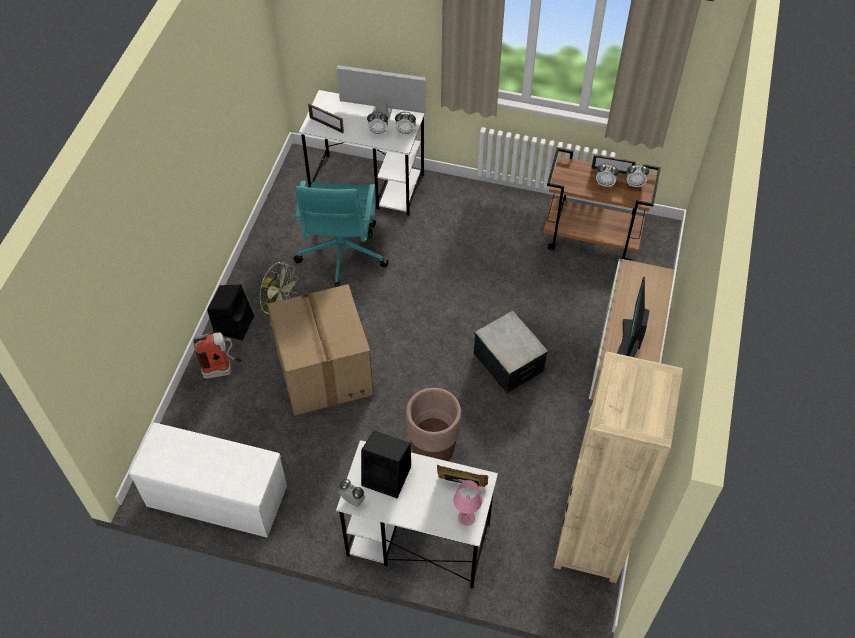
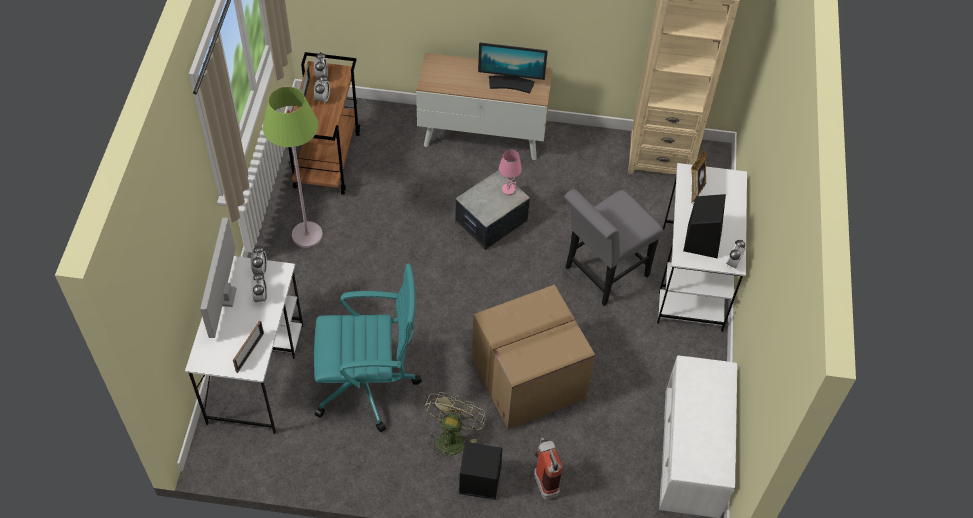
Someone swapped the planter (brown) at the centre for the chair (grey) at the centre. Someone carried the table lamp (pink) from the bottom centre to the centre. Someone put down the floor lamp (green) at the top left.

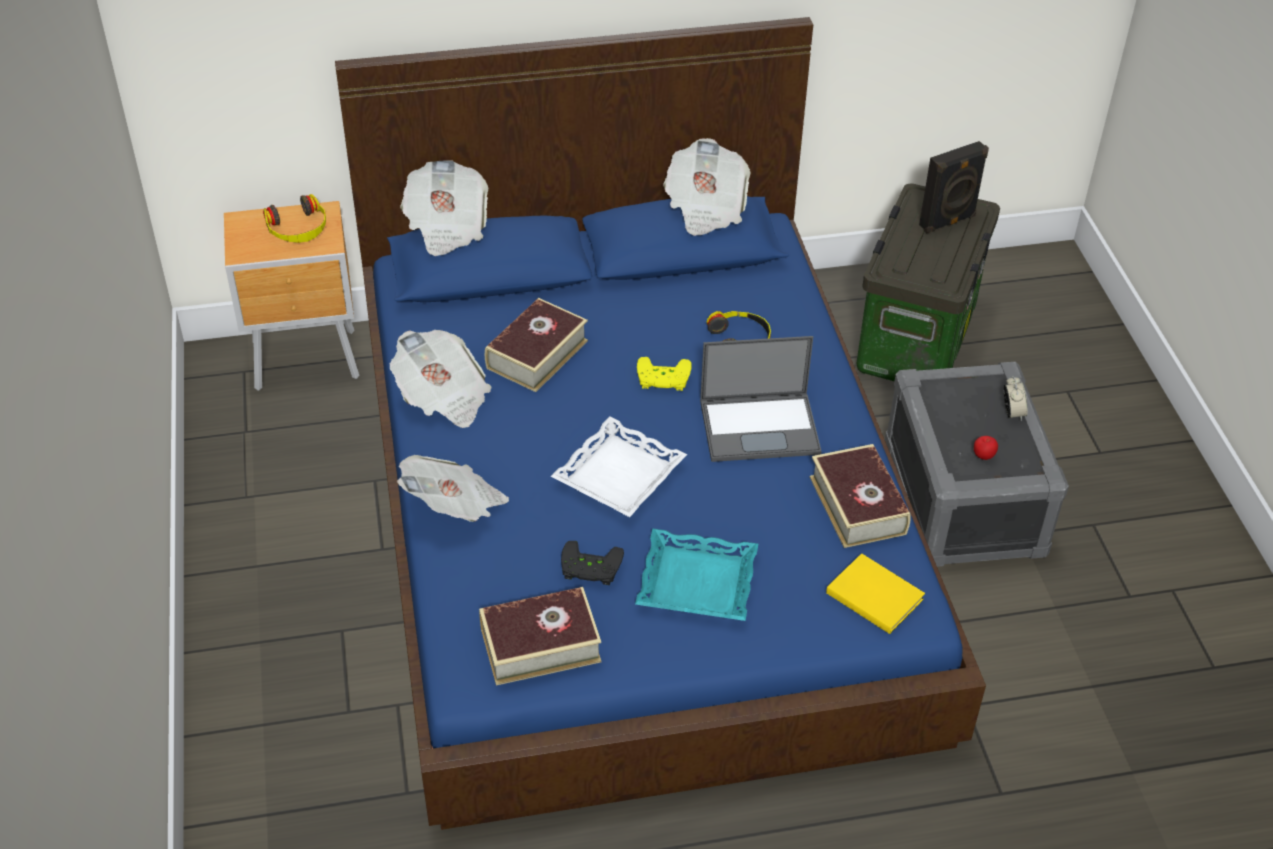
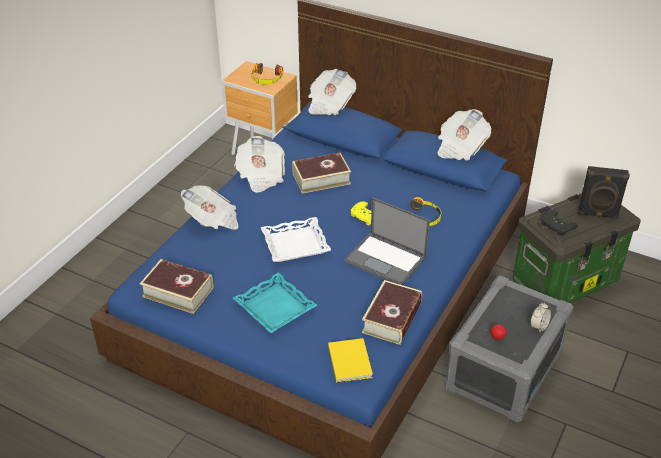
Someone carried the game controller (black) from the centre to the middle right.

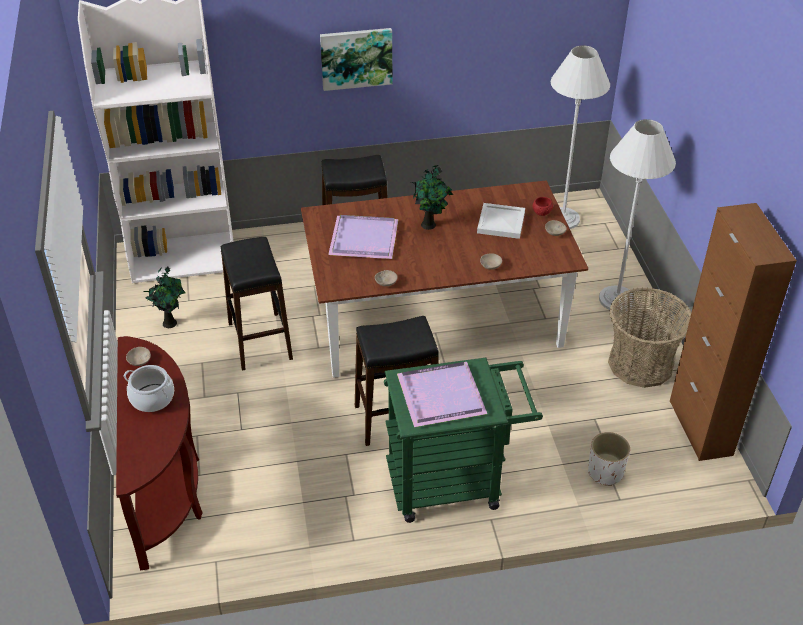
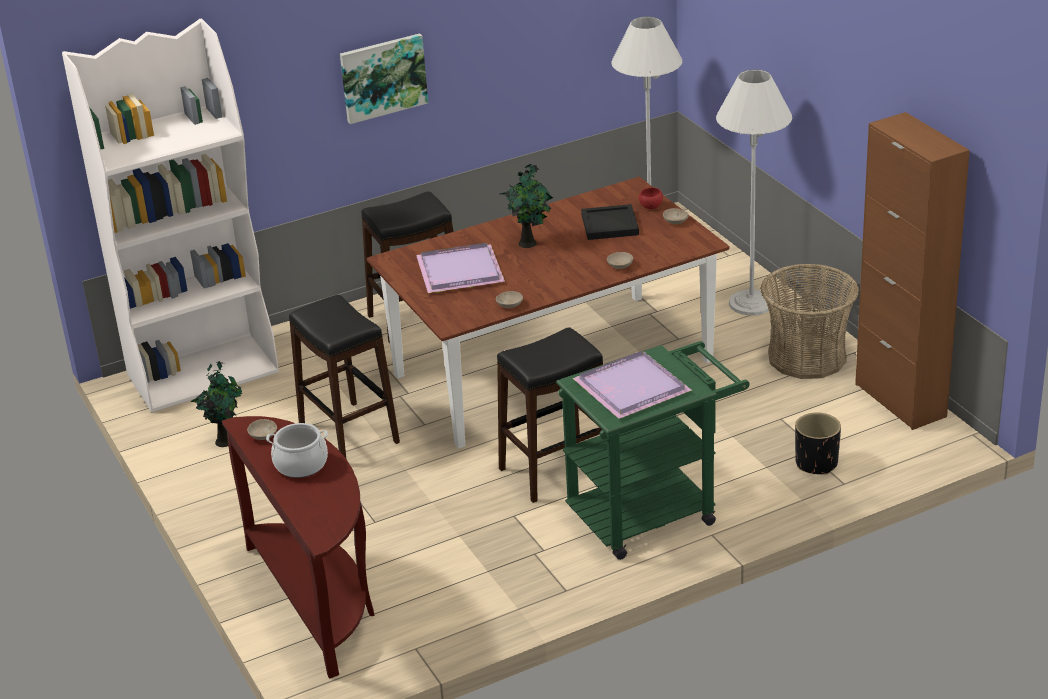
Someone repainted the tray (white) at the centre, which became the tray (black) at the top centre. Someone repainted the planter (white) at the bottom right, which became the planter (black) at the middle right.

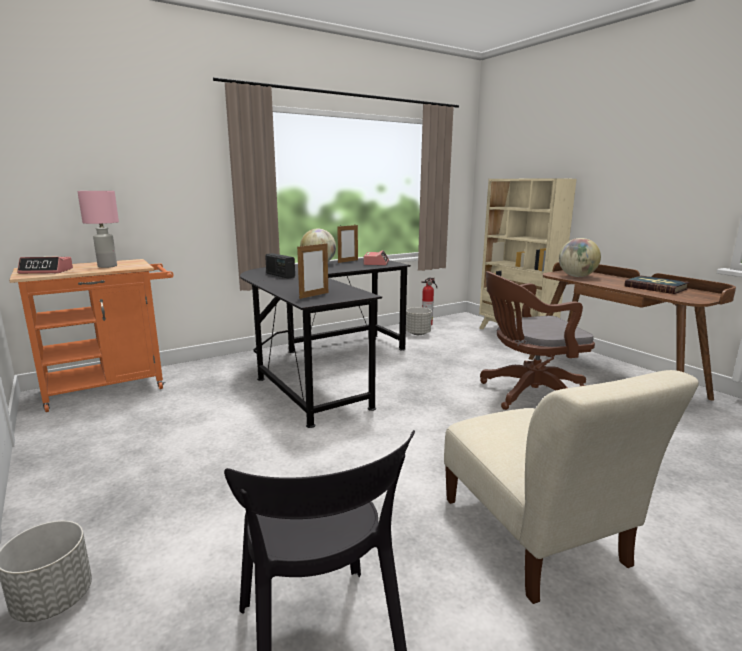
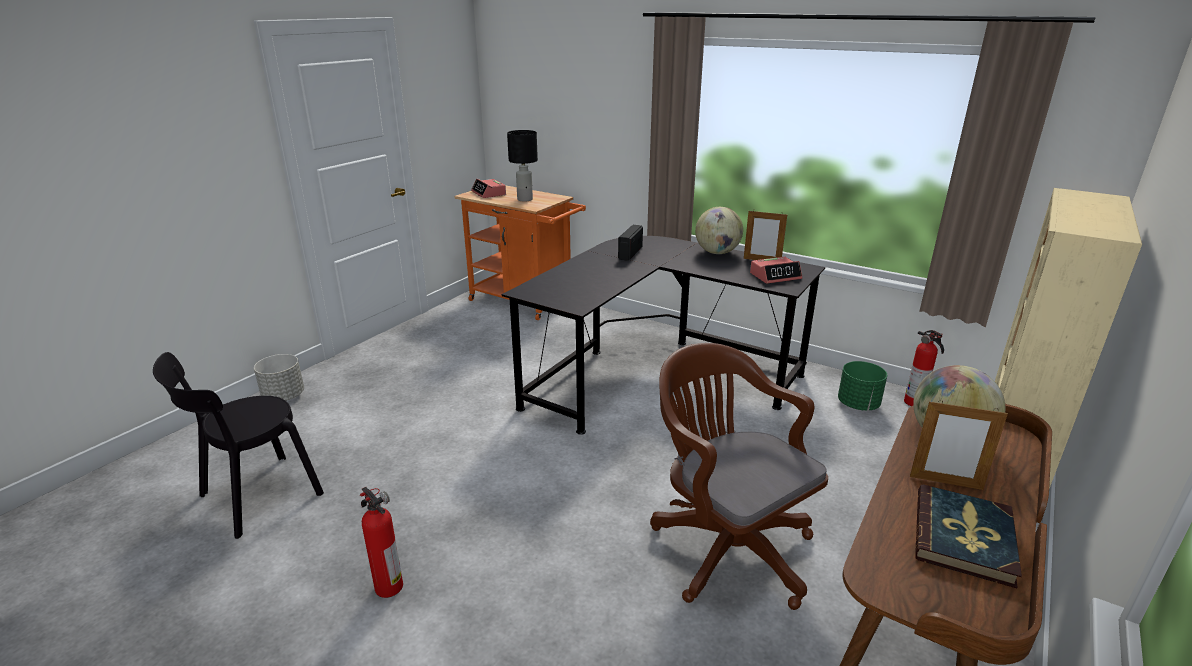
Someone repainted the table lamp (pink) at the middle left, which became the table lamp (black) at the top centre. Someone carried the picture frame (no. 1 from left in the first image) from the centre to the bottom right. Someone repainted the planter (grey) (no. 2 from left) at the centre, which became the planter (green) at the middle right. Someone swapped the chair (beige) at the bottom right for the fire extinguisher (no. 1 from left) at the bottom left.

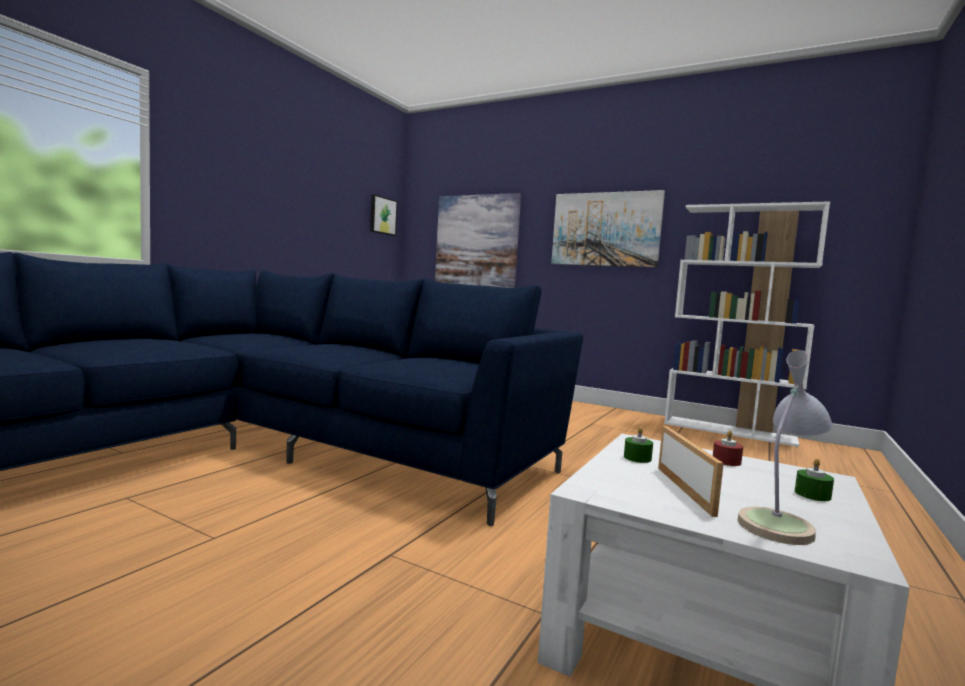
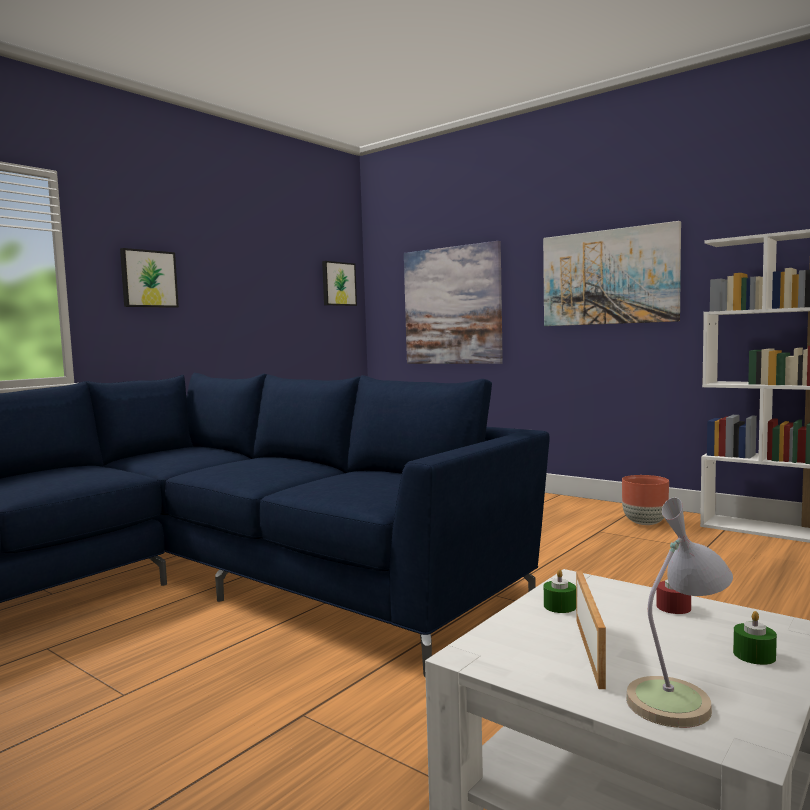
Someone put up the picture (no. 1 from left) at the middle left. Someone put down the planter (brown) at the middle right.

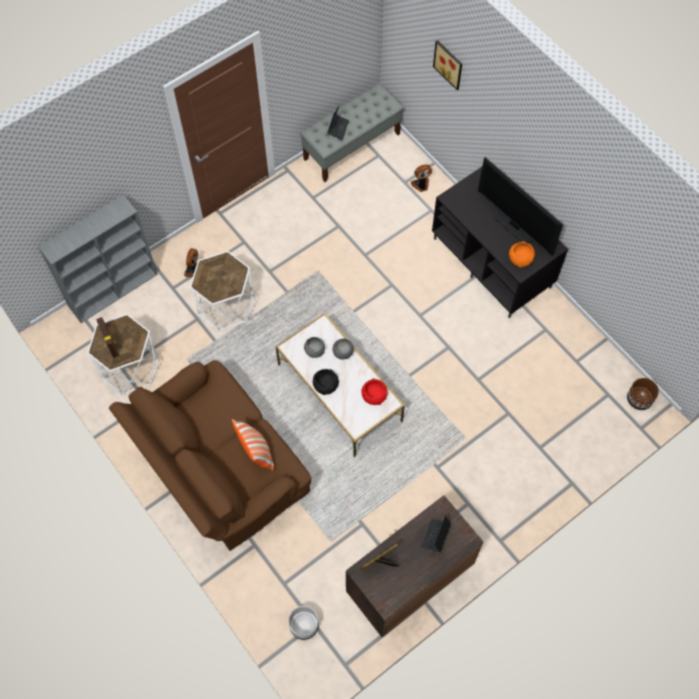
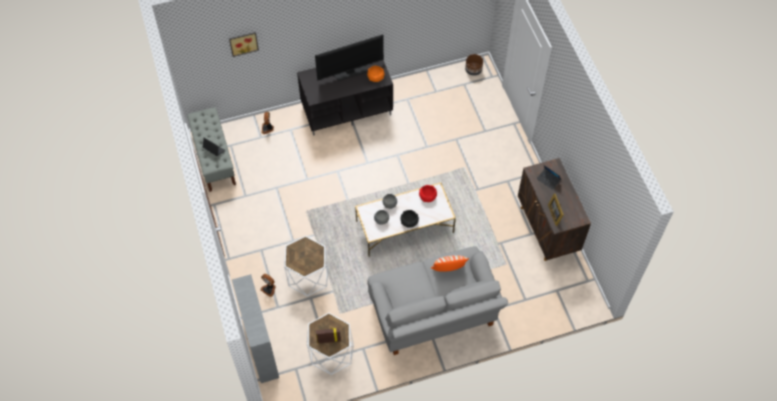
Someone repainted the sofa (brown) at the middle left, which became the sofa (grey) at the bottom centre. Someone took away the planter (grey) at the bottom centre.

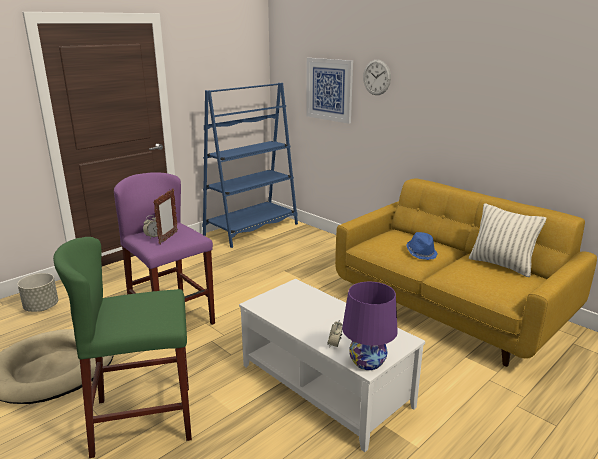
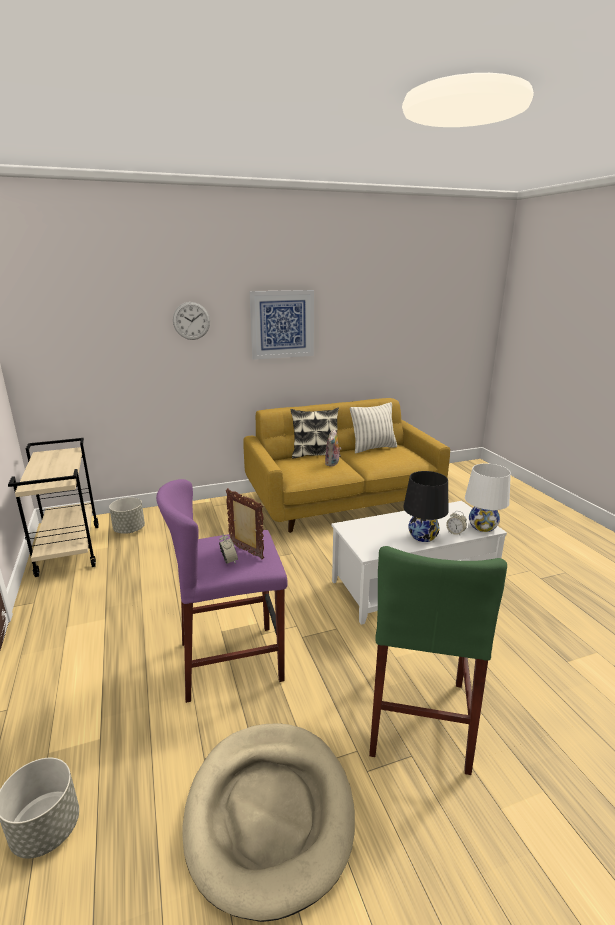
Someone carried the picture from the top centre to the centre. Someone swapped the bookcase (blue) at the centre for the cart (beige) at the middle left. Someone swapped the hat (blue) at the middle right for the plush toy at the centre. Someone repainted the table lamp (purple) at the bottom centre, which became the table lamp (white) at the middle right. Someone put down the pillow (no. 1 from left) at the centre. Someone put down the table lamp (black) at the middle right. Someone put down the planter (grey) (no. 2 from left) at the middle left.

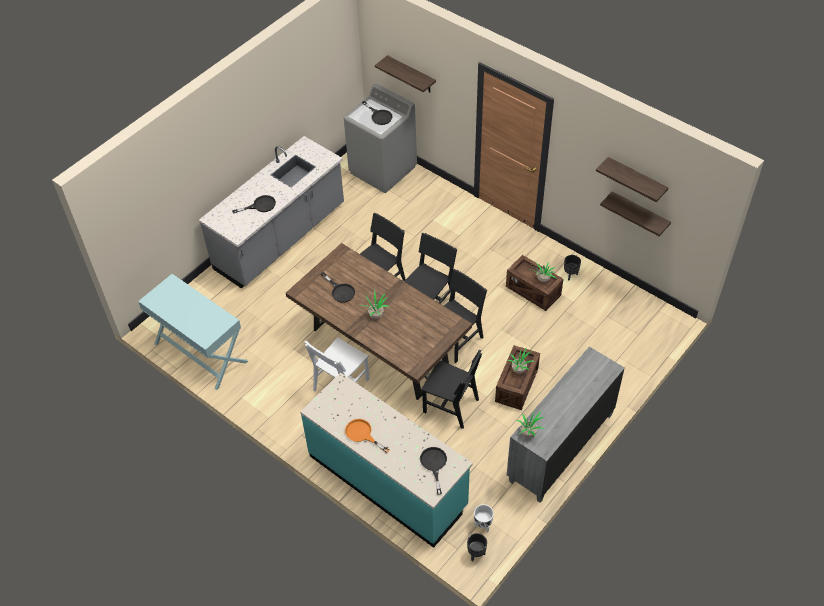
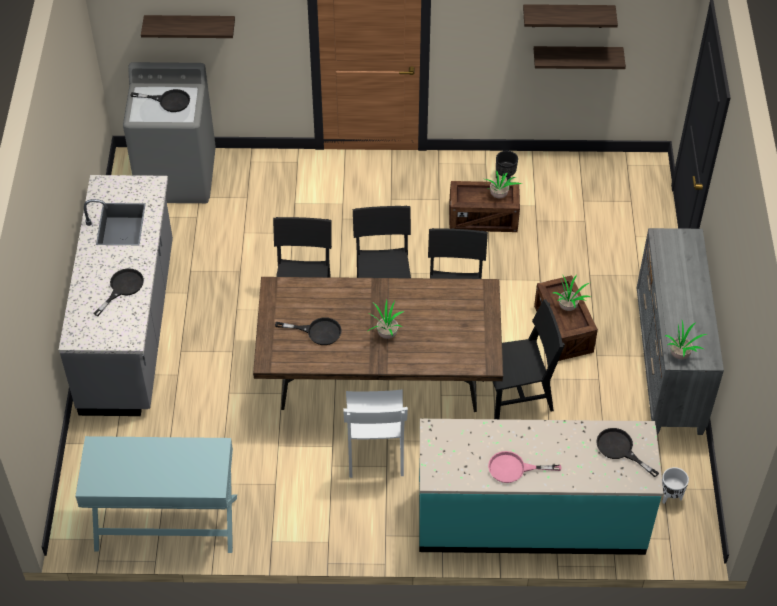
Someone repainted the frying pan (orange) at the bottom centre, which became the frying pan (pink) at the bottom right. Someone took away the planter (black) (no. 1 from left) at the bottom centre.

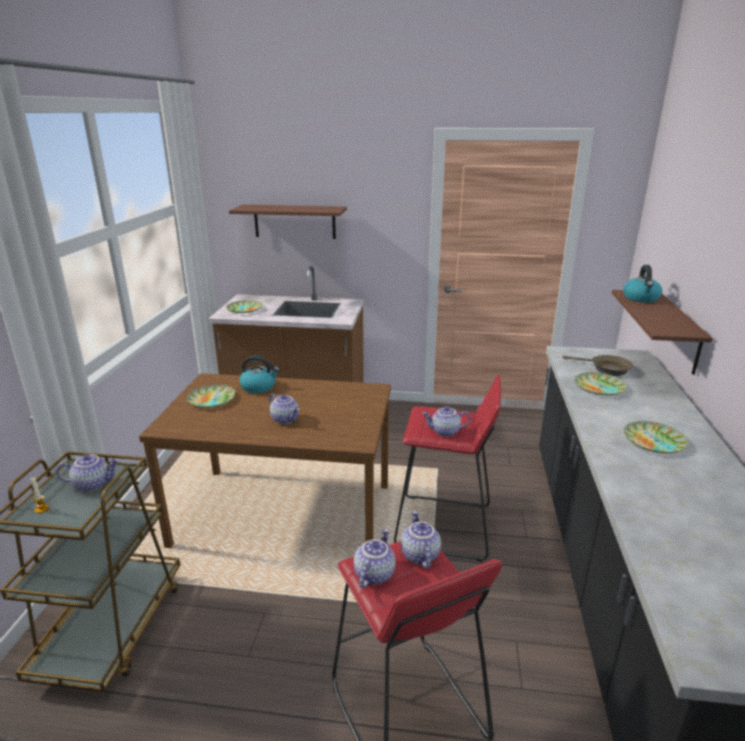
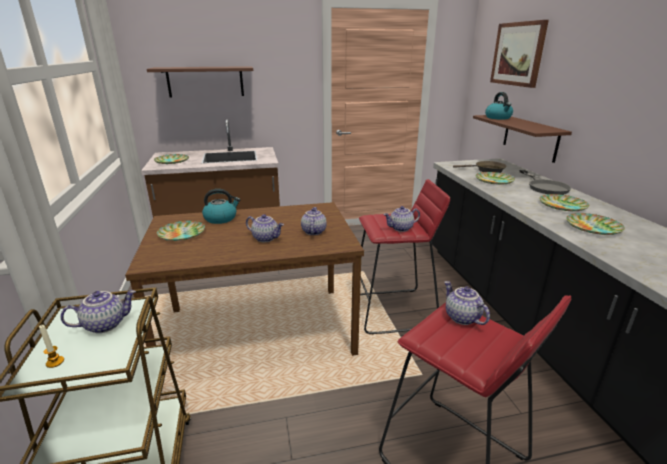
Someone carried the teapot (no. 3 from left) from the bottom centre to the centre. Someone put up the picture at the top right. Someone put down the frying pan (grey) at the middle right. Someone put down the plate (no. 5 from left) at the middle right.

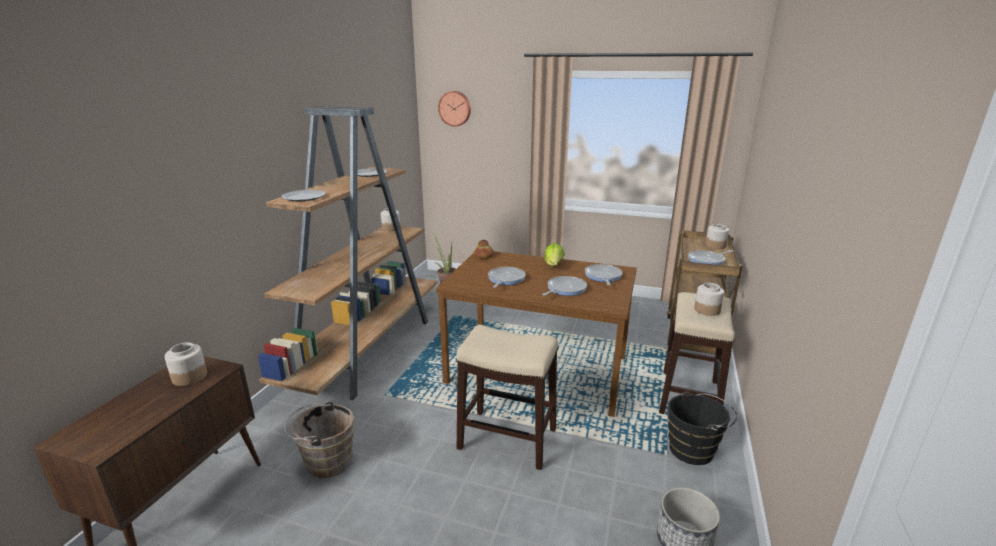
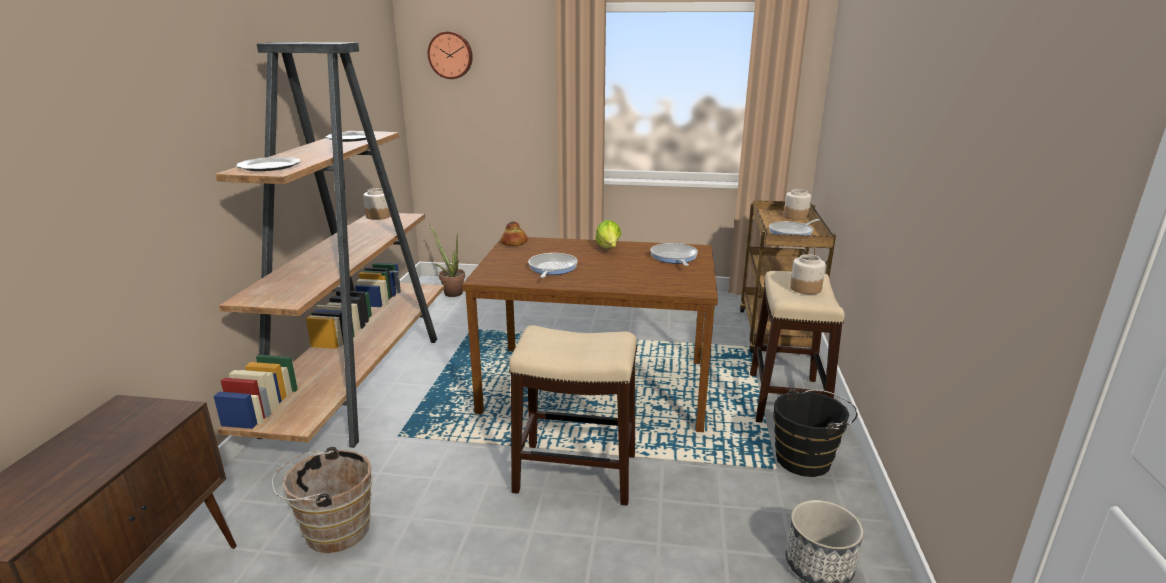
Someone took away the frying pan (no. 2 from left) at the centre. Someone took away the jar (no. 1 from left) at the bottom left.

